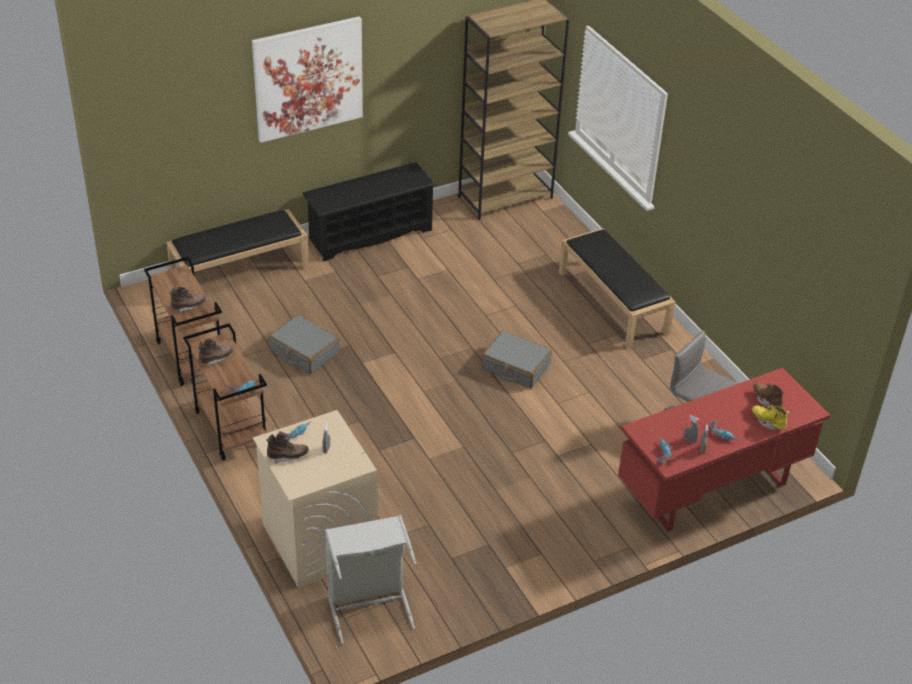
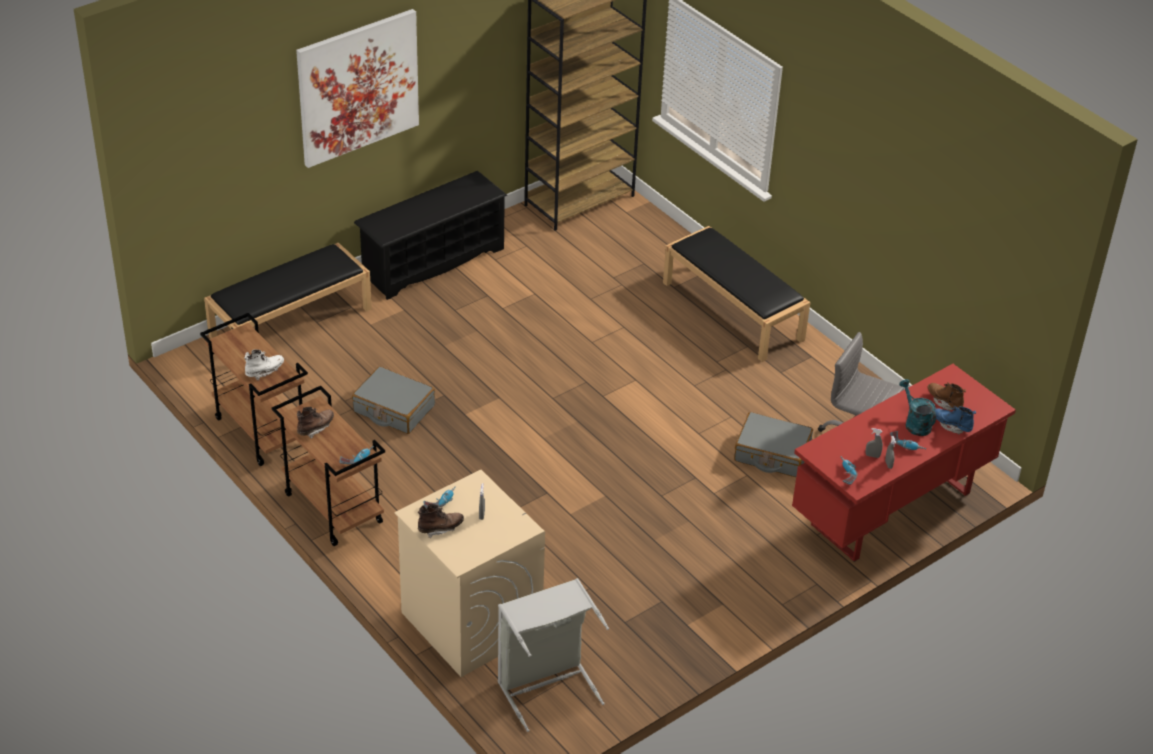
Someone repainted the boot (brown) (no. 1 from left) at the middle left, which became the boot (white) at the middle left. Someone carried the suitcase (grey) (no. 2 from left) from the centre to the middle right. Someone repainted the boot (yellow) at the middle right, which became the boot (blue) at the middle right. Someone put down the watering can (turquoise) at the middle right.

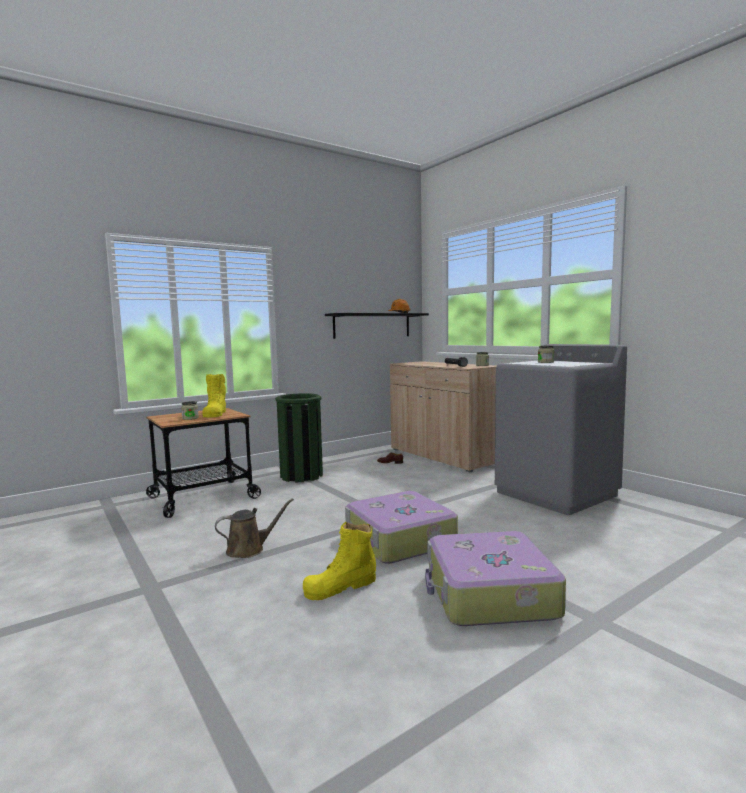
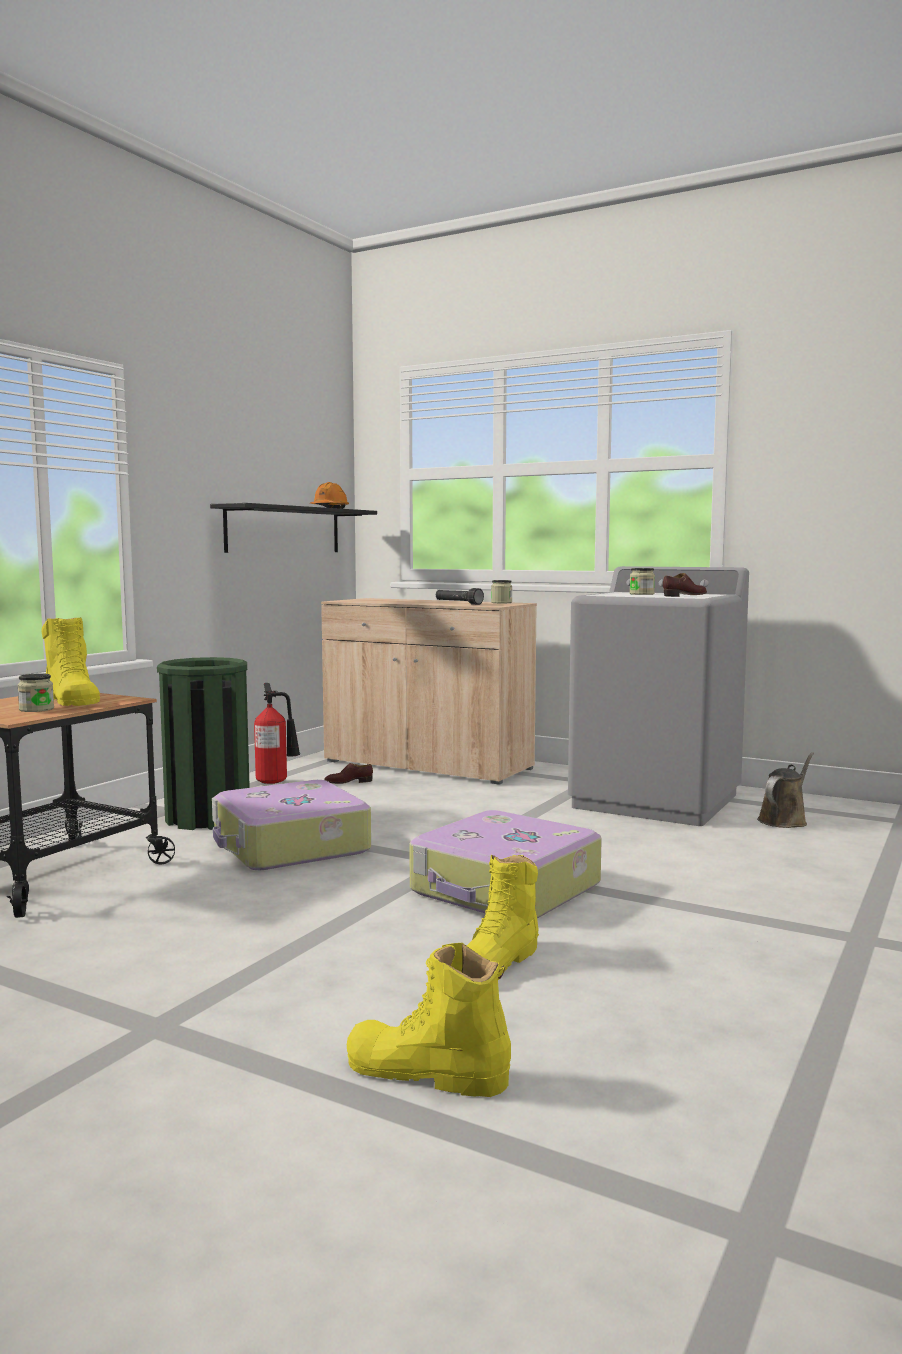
Someone carried the watering can (brown) from the centre to the middle right. Someone carried the suitcase (no. 2 from left in the first image) from the bottom centre to the middle left. Someone put down the shoe (brown) (no. 2 from left) at the middle right. Someone put down the fire extinguisher at the middle left. Someone put down the boot (yellow) (no. 2 from left) at the bottom centre.

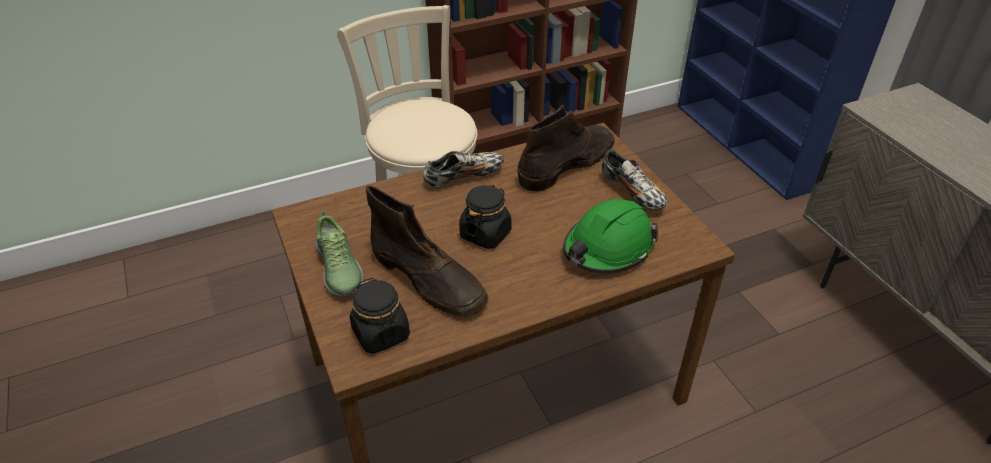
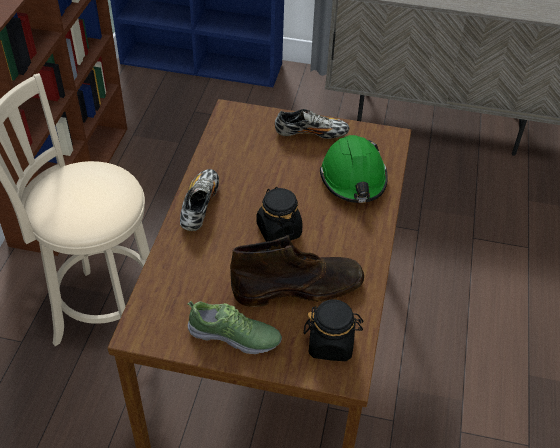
Someone took away the boot (brown) (no. 2 from left) at the top centre.

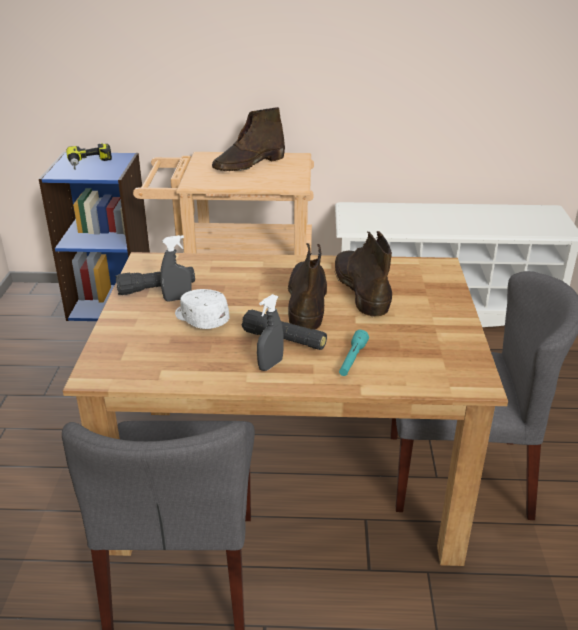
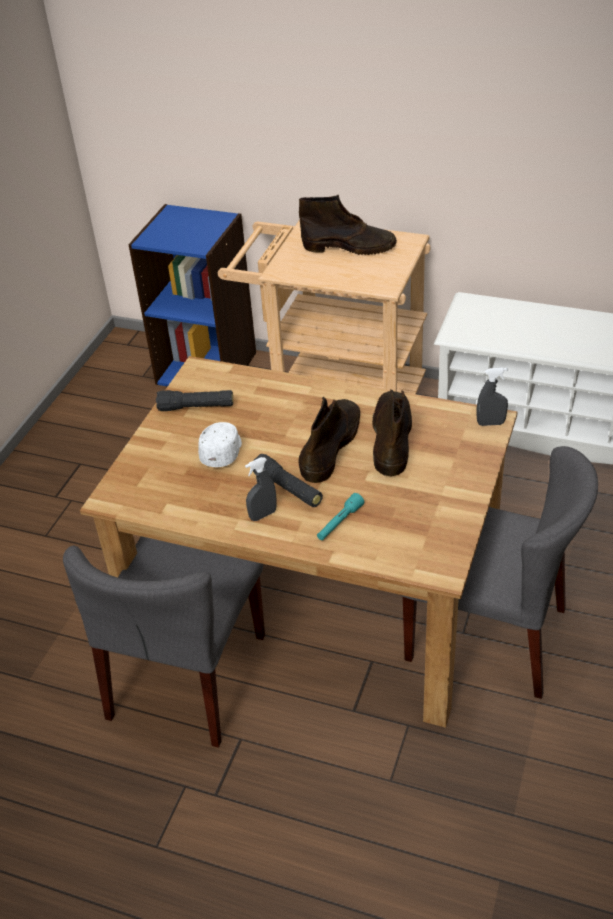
Someone rotated the boot (brown) (no. 1 from left in the first image) at the top centre by 150 degrees counterclockwise. Someone took away the power drill at the top left. Someone carried the spray bottle (grey) (no. 1 from left in the first image) from the middle left to the middle right. Someone rotated the cap (white) at the centre by 45 degrees clockwise.

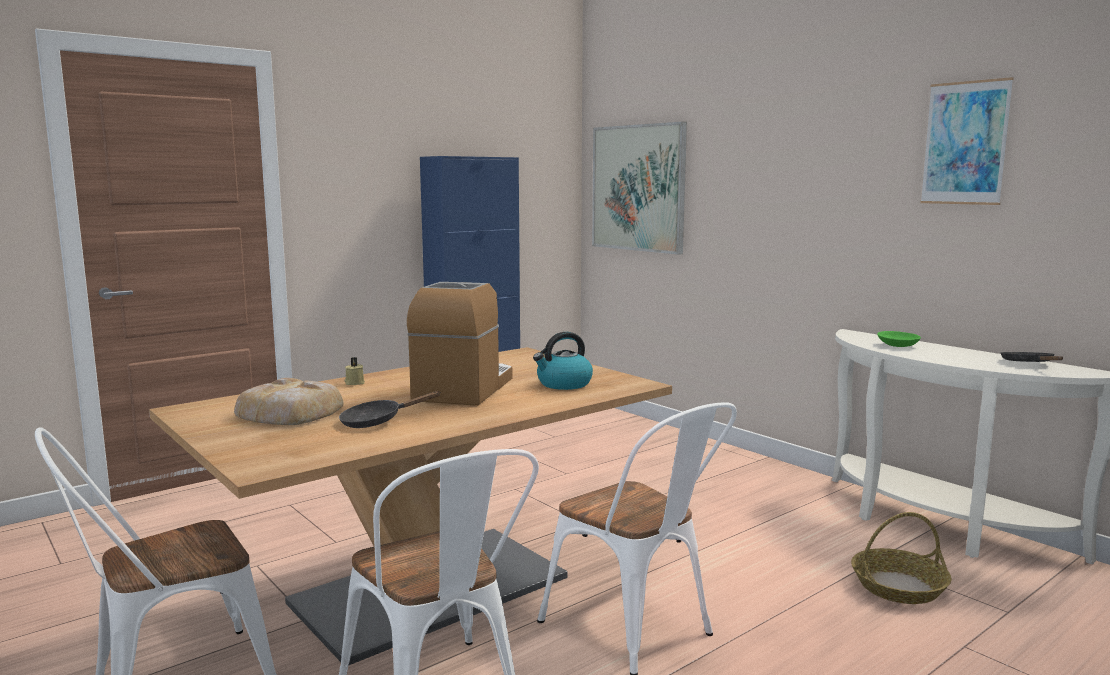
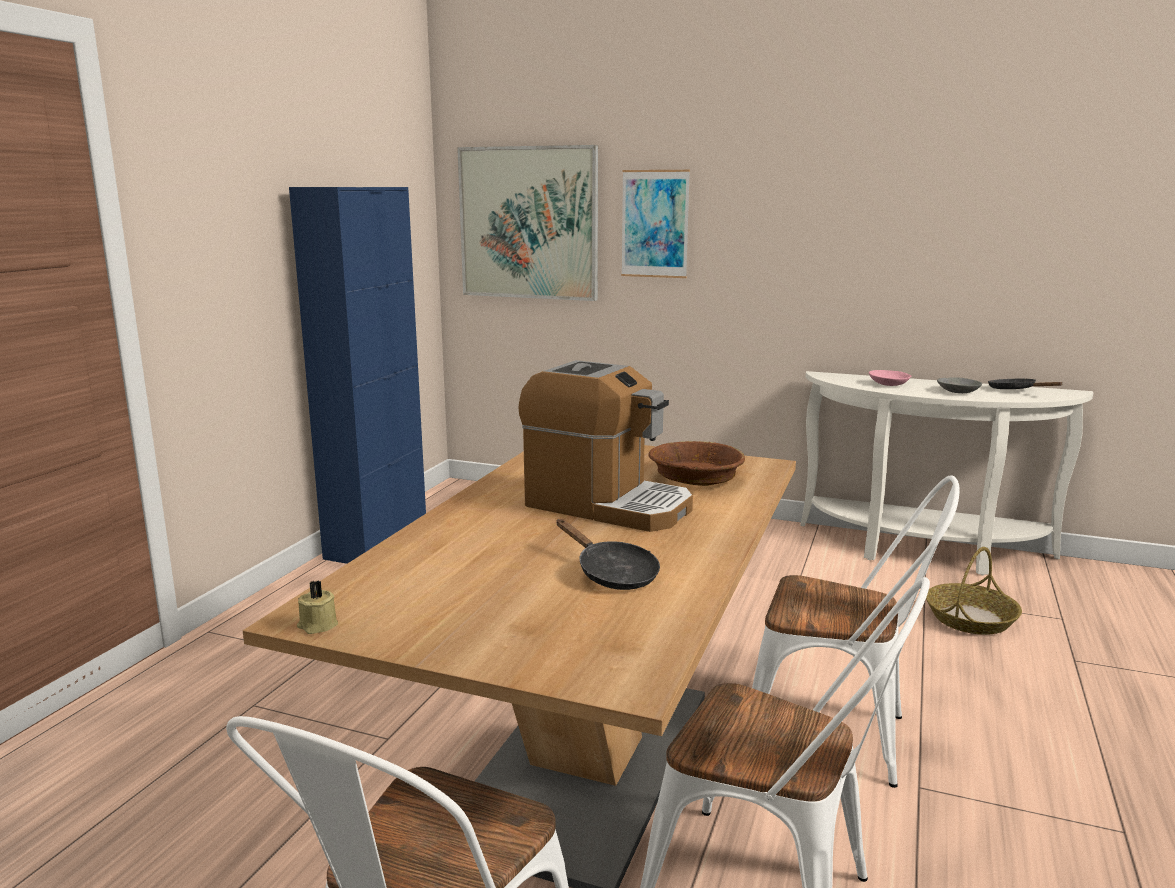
Someone carried the picture (no. 2 from left) from the top right to the top centre. Someone rotated the coffee machine at the centre by 135 degrees clockwise. Someone repainted the bowl (green) at the middle right, which became the bowl (pink) at the middle right. Someone swapped the kettle at the centre for the bowl (brown) at the centre. Someone carried the candle (beige) from the middle left to the bottom left. Someone took away the bread at the middle left. Someone rotated the frying pan (black) (no. 1 from left) at the centre by 75 degrees counterclockwise. Someone put down the bowl (grey) at the middle right.

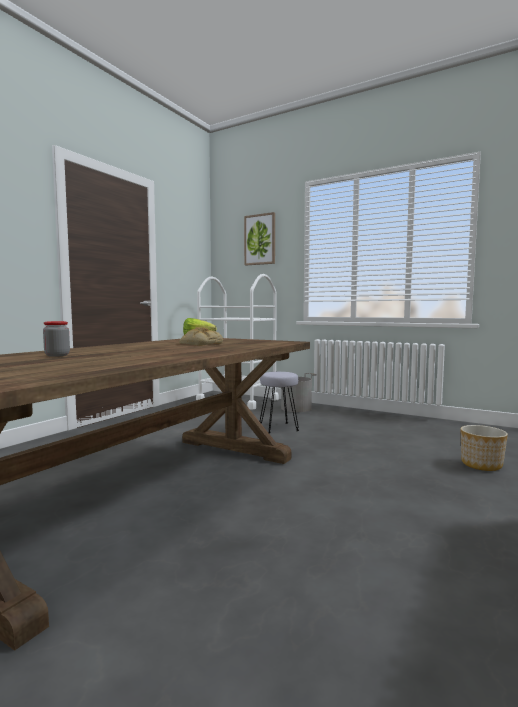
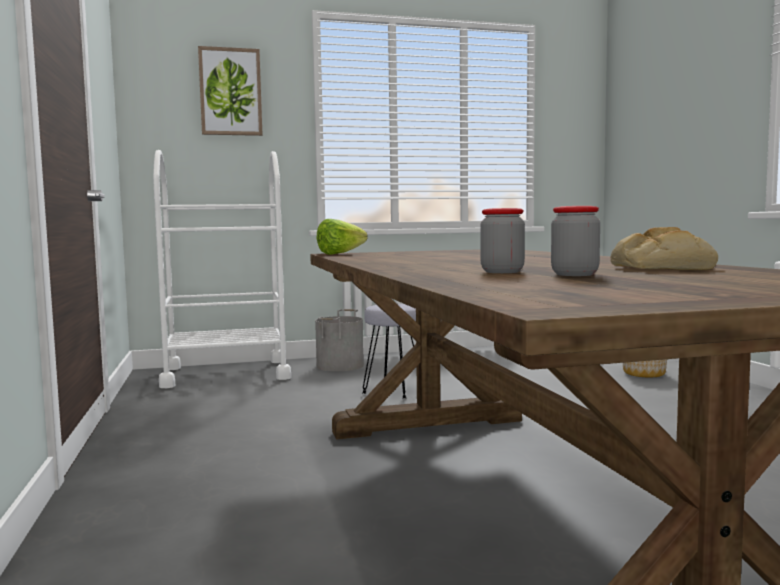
Someone carried the bread from the centre to the middle right. Someone put down the jar (no. 2 from left) at the middle right.

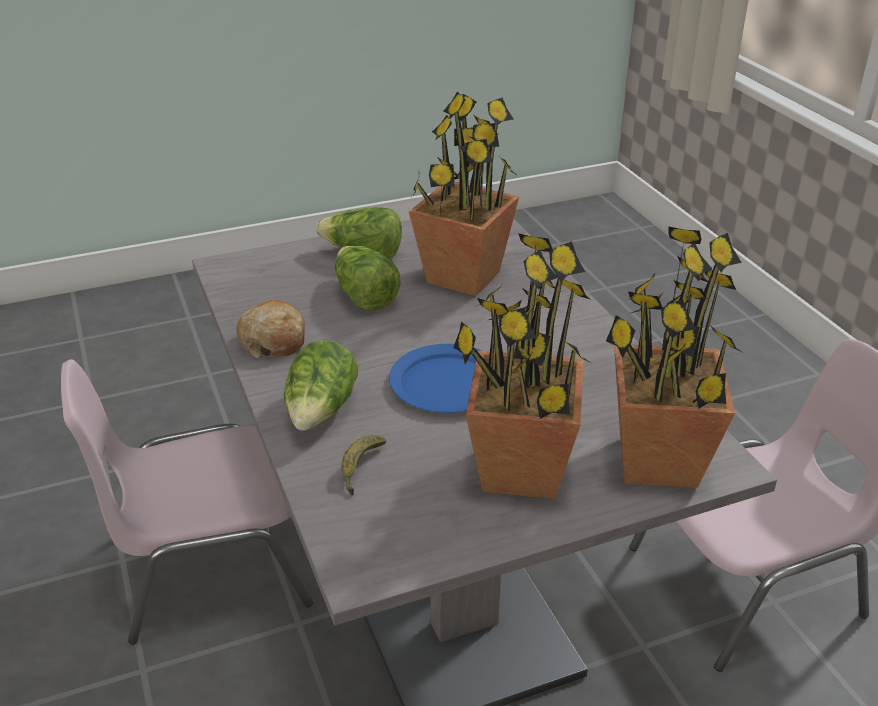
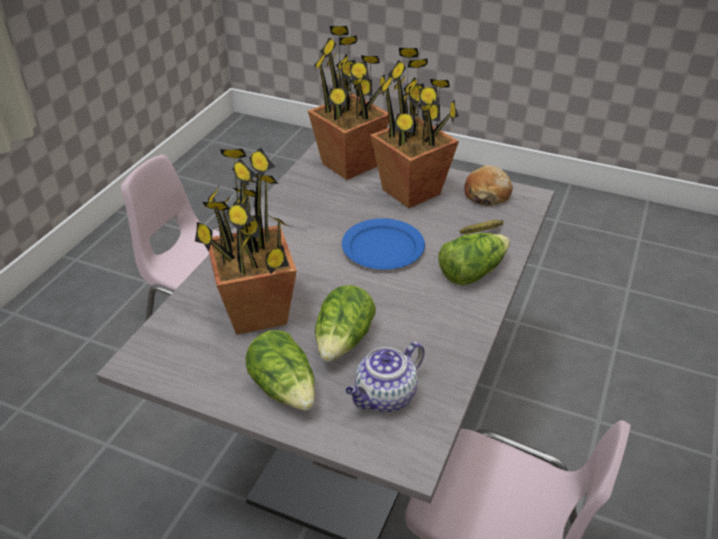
Someone carried the bread from the middle left to the middle right. Someone put down the teapot at the bottom centre.

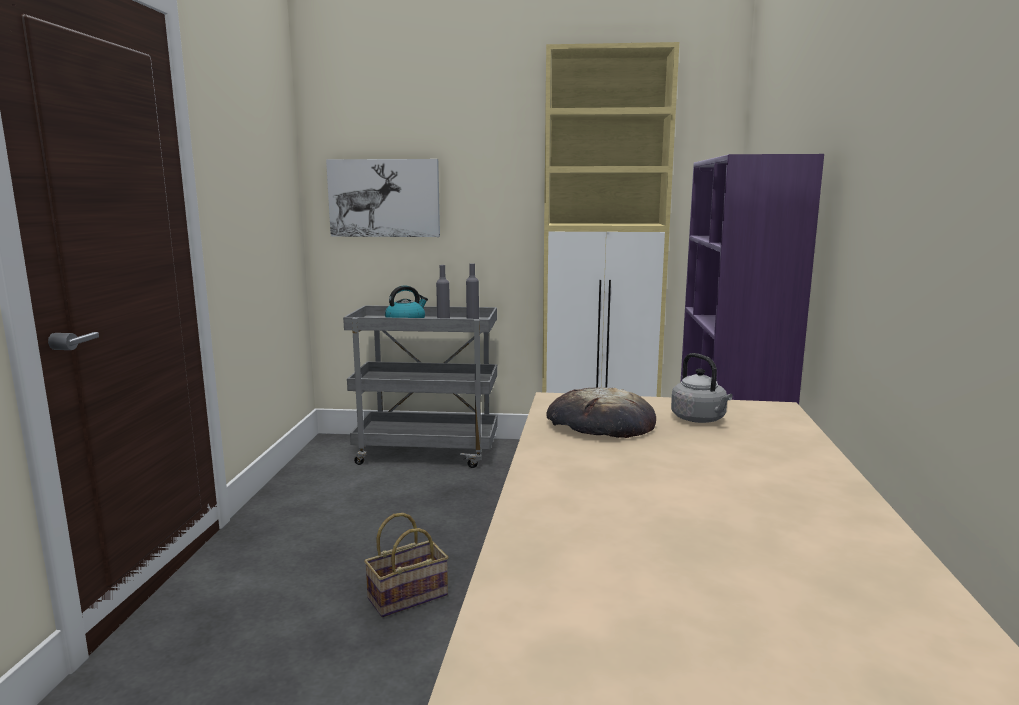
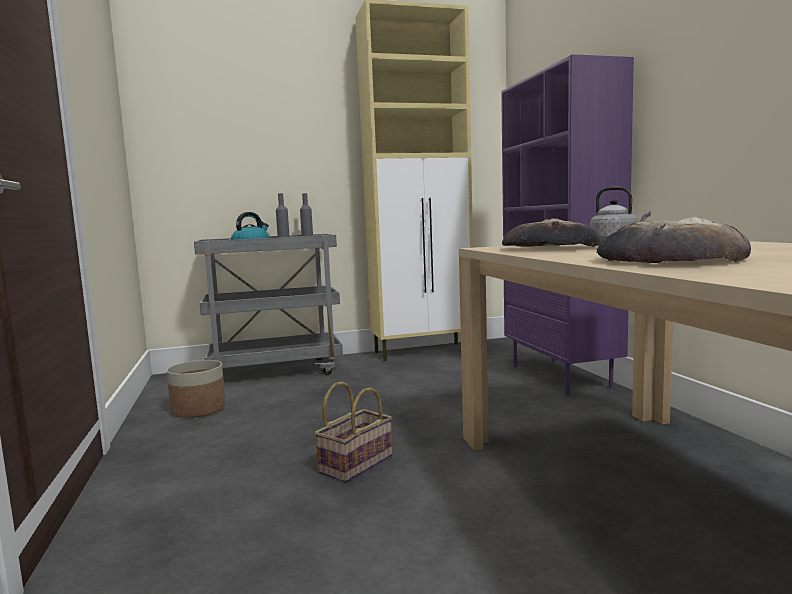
Someone took away the picture at the top centre. Someone put down the bread (no. 2 from left) at the middle right. Someone put down the planter at the middle left.

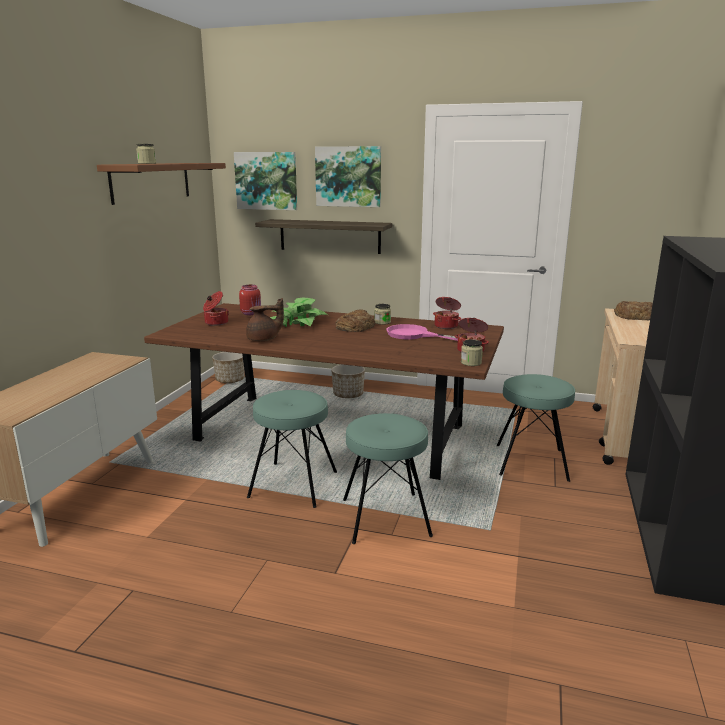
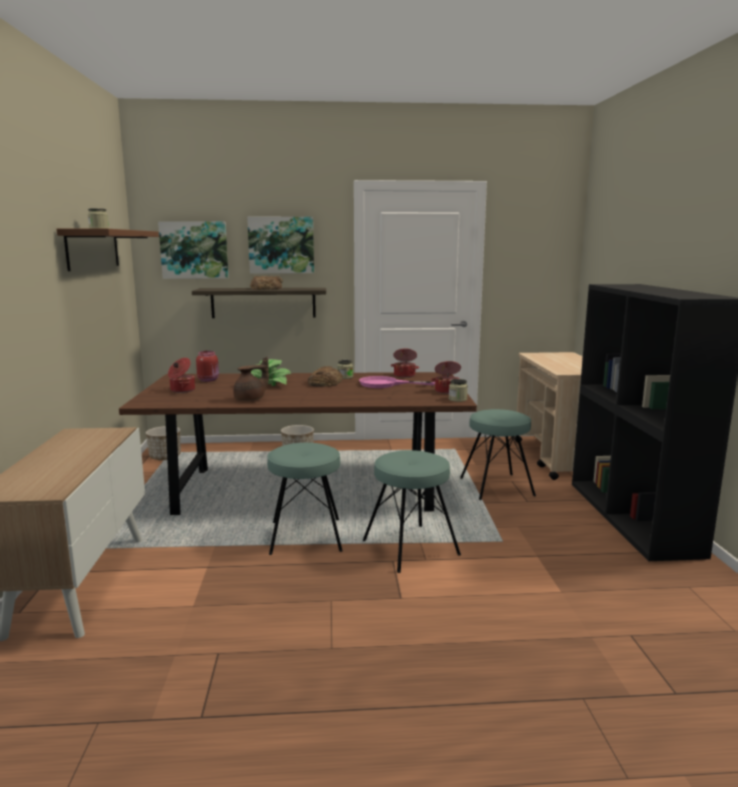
Someone carried the bread (no. 2 from left in the first image) from the middle right to the centre.

